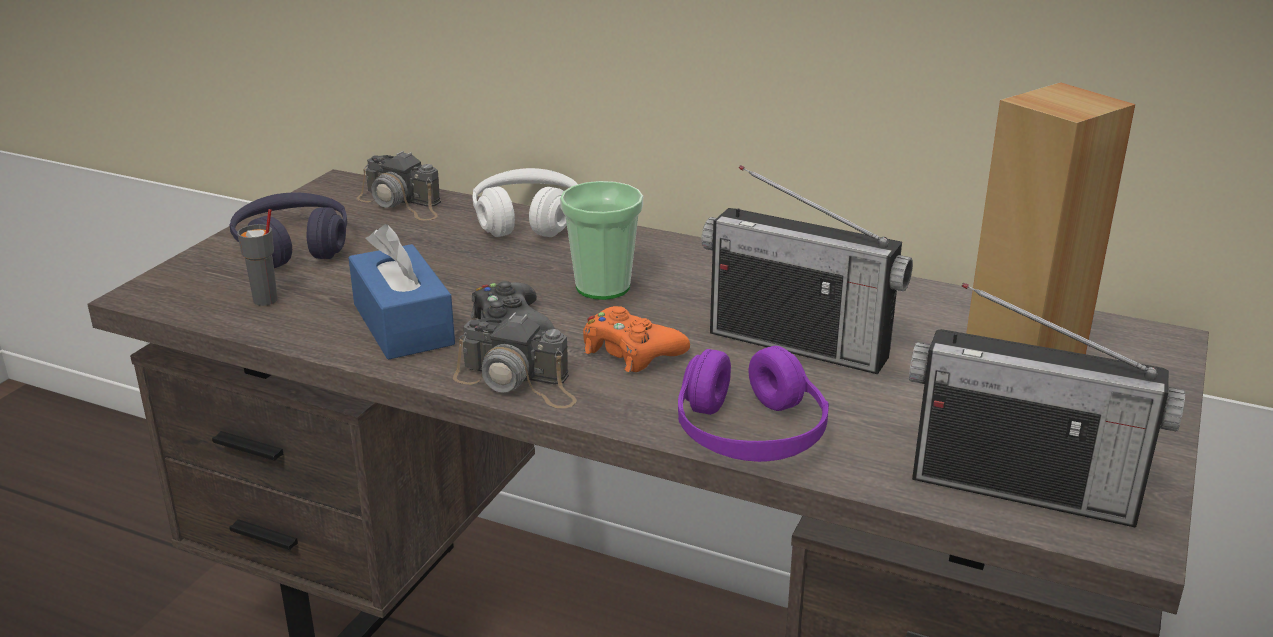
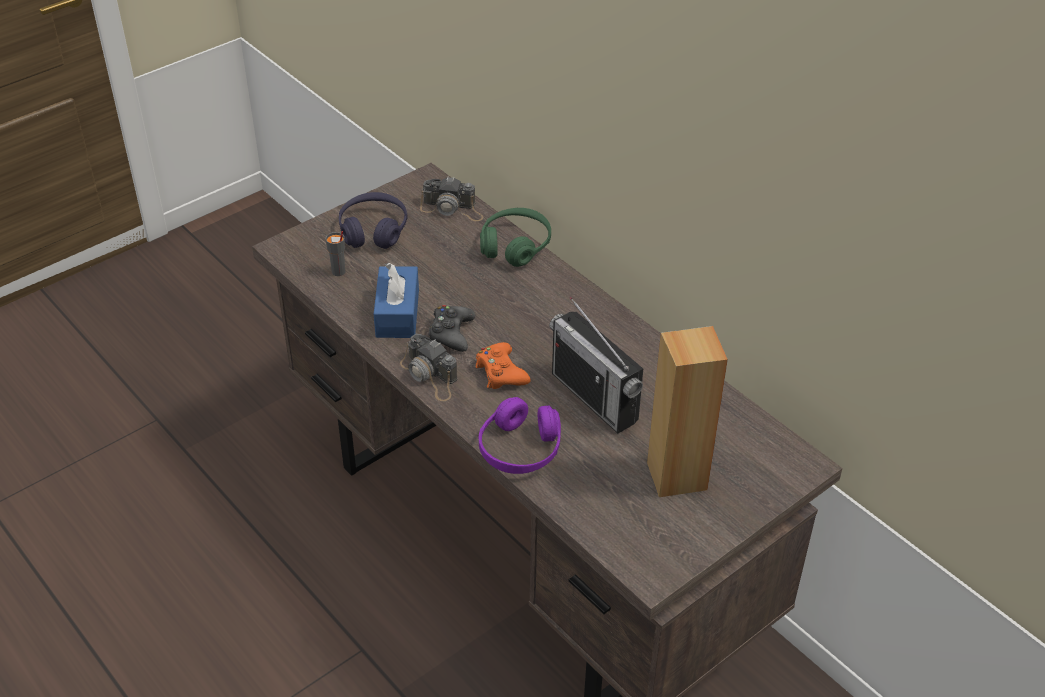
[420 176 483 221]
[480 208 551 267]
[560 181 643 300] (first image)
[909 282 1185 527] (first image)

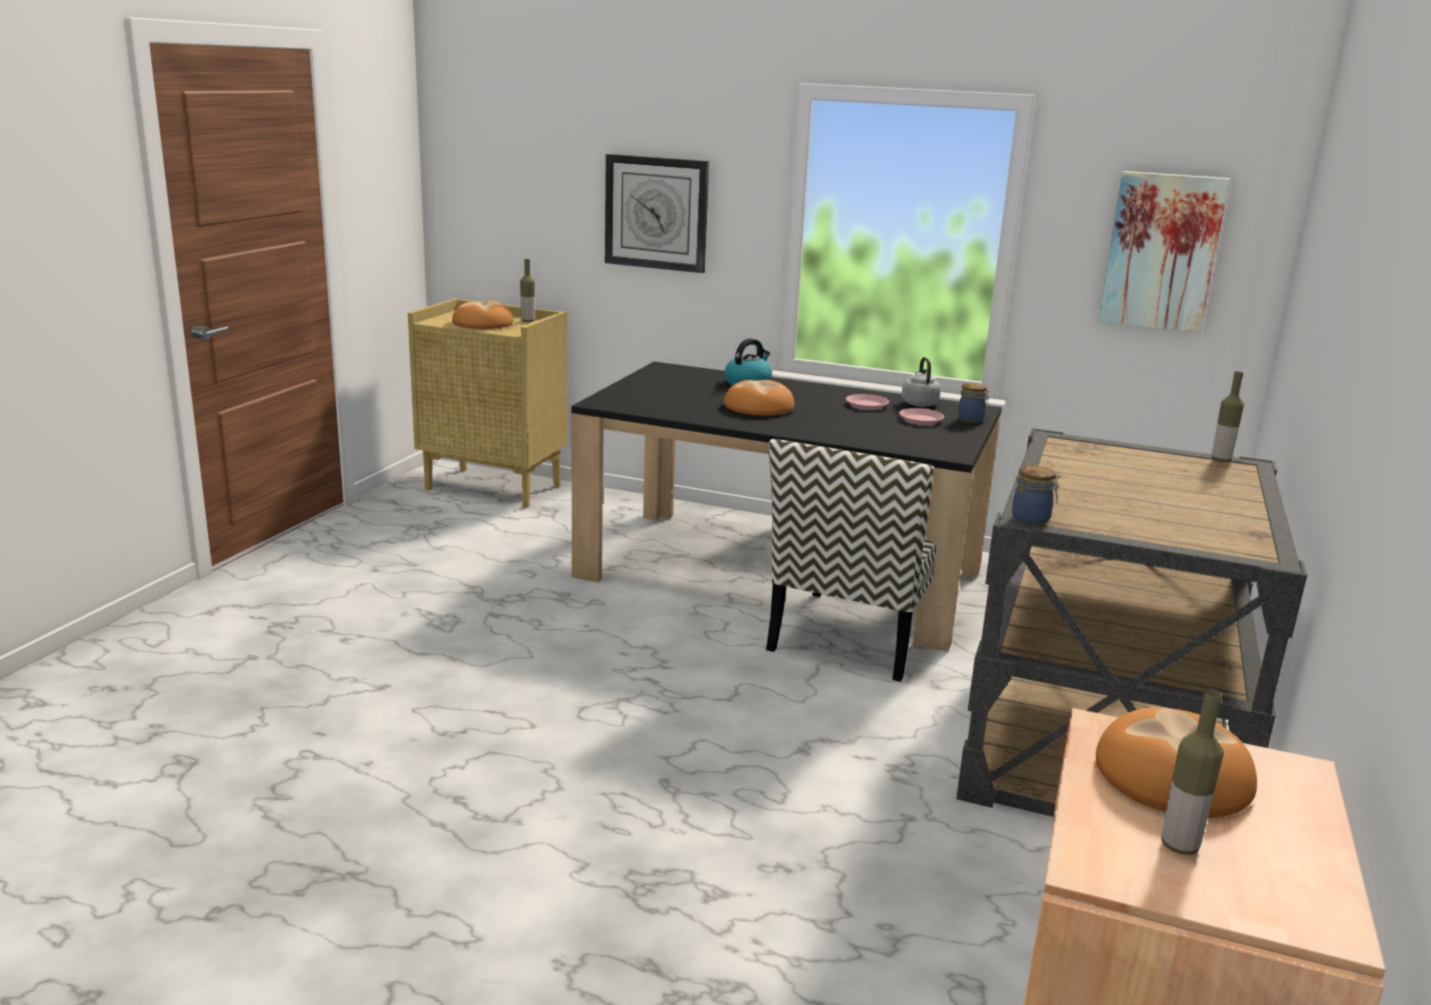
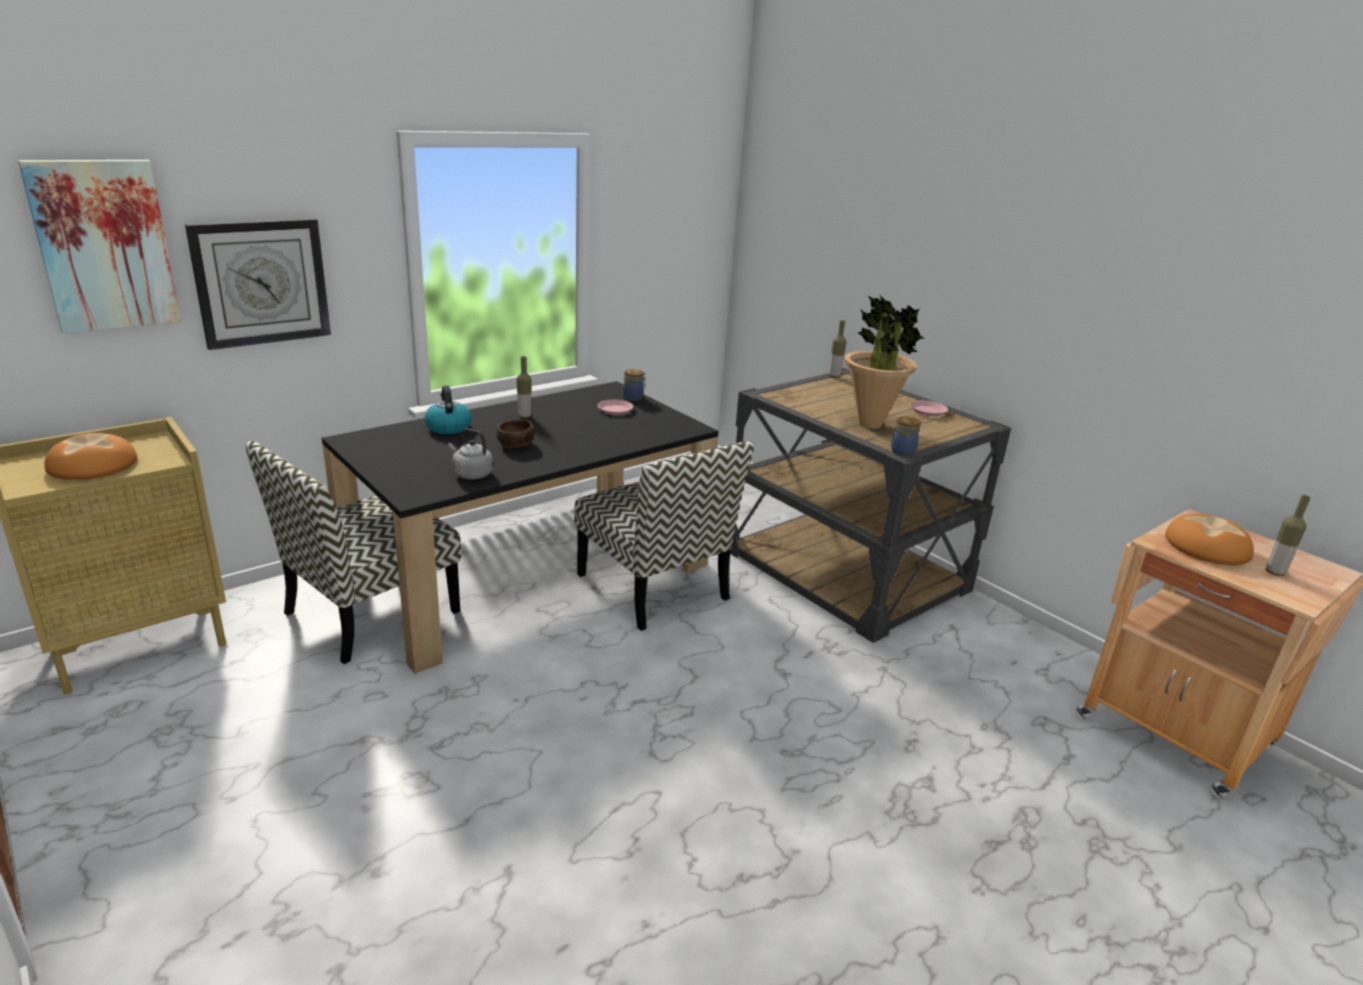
[18 160 181 334]
[246 441 461 664]
[448 429 493 479]
[497 420 534 449]
[517 356 532 418]
[845 294 925 429]
[910 400 948 416]

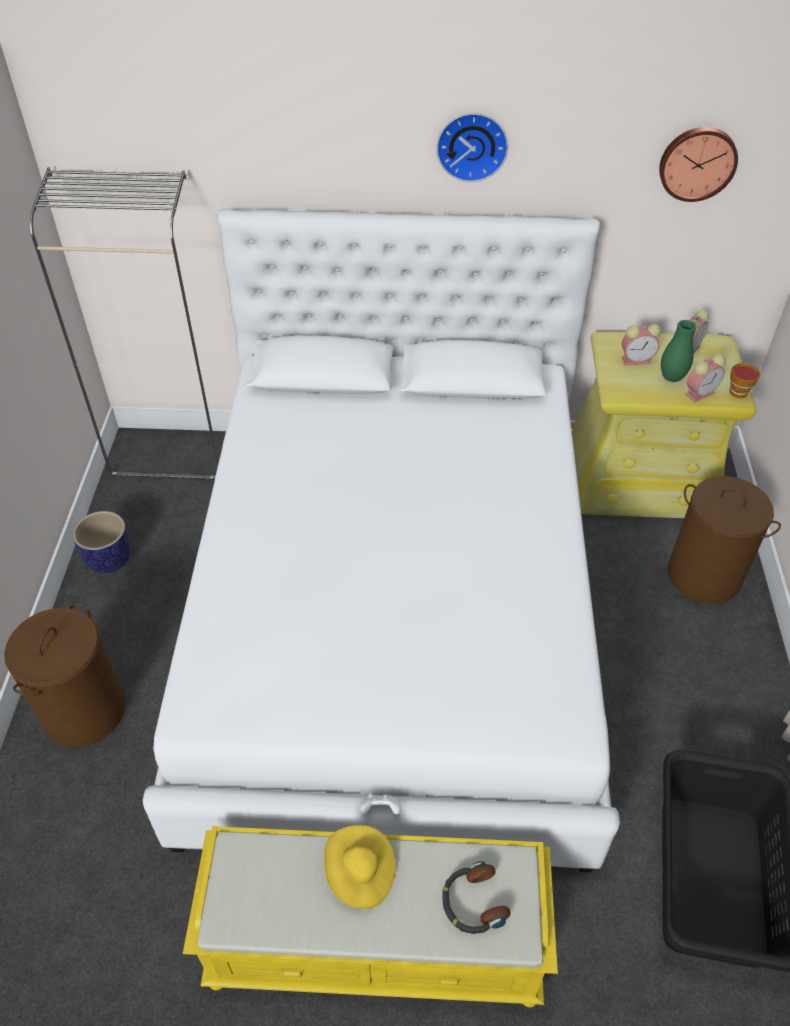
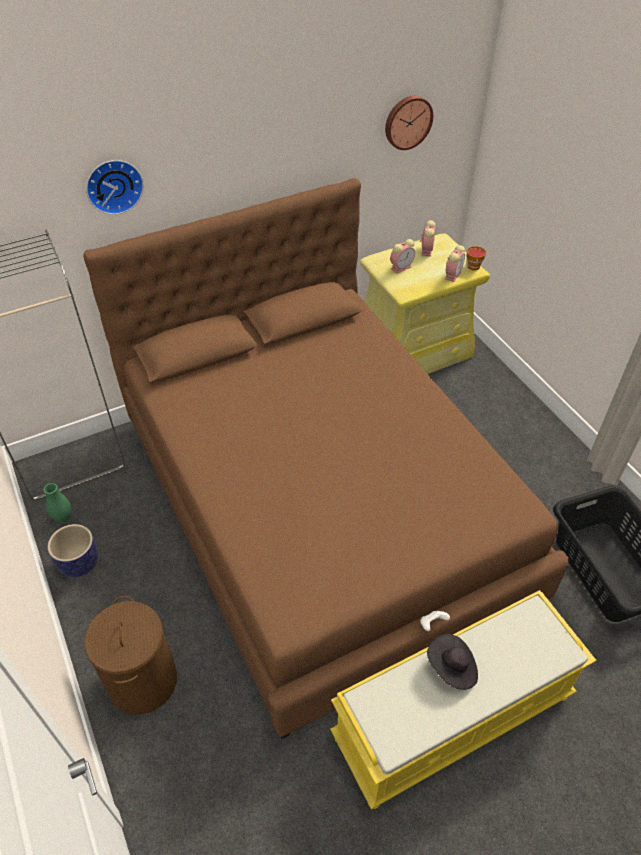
[43 483 72 523]
[83 178 570 739]
[86 160 144 215]
[427 634 478 690]
[442 861 510 934] (first image)
[668 476 781 604] (first image)

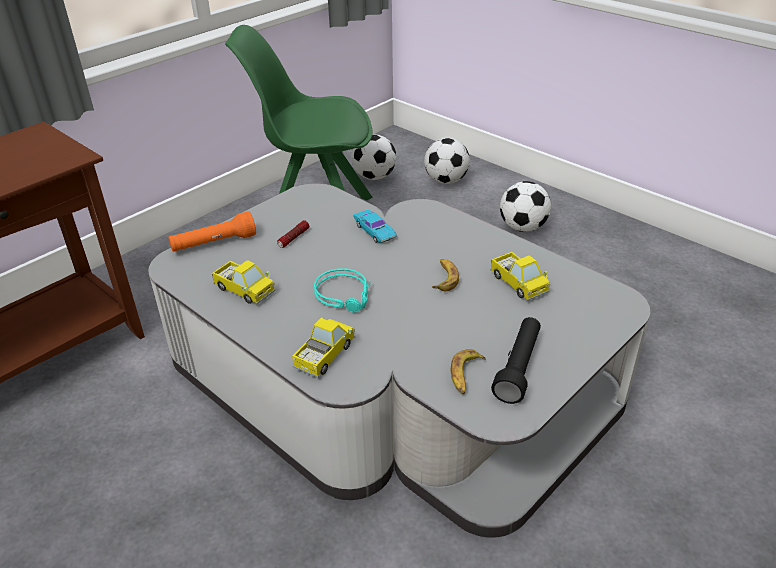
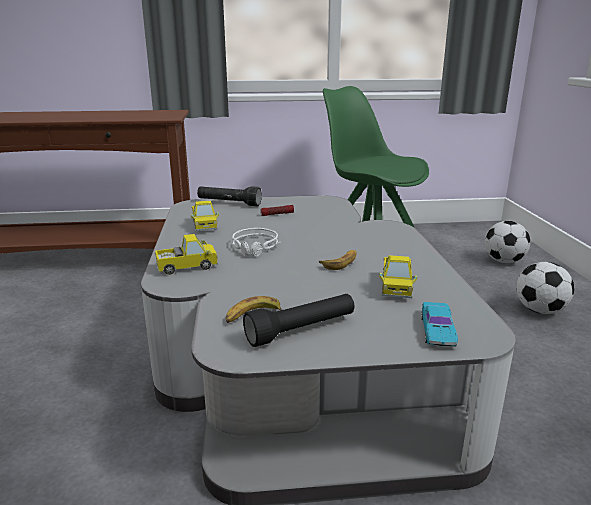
[197 186 262 206]
[232 228 280 256]
[421 302 458 347]
[352 134 396 180] (first image)

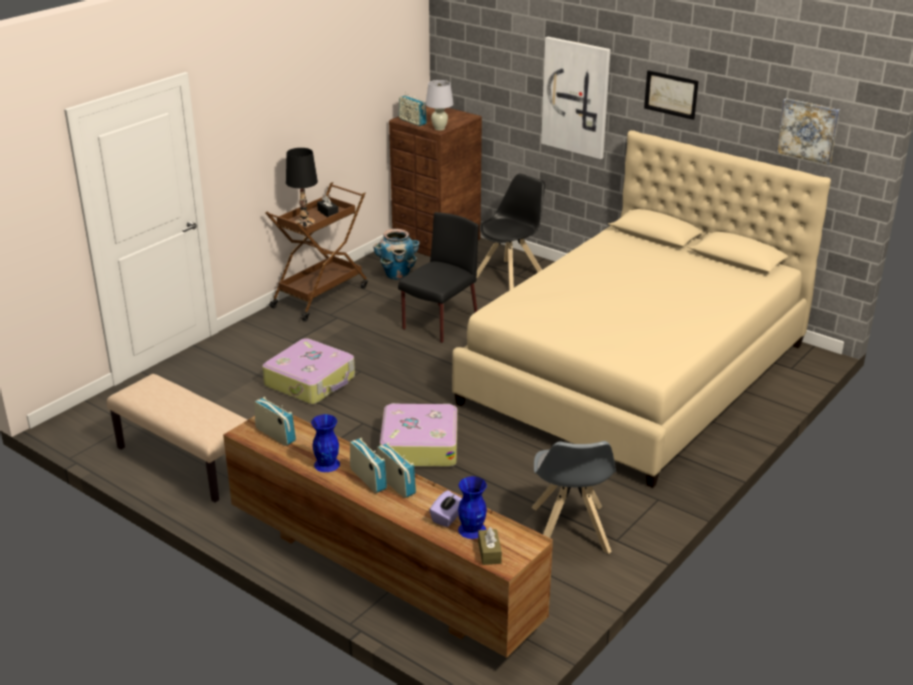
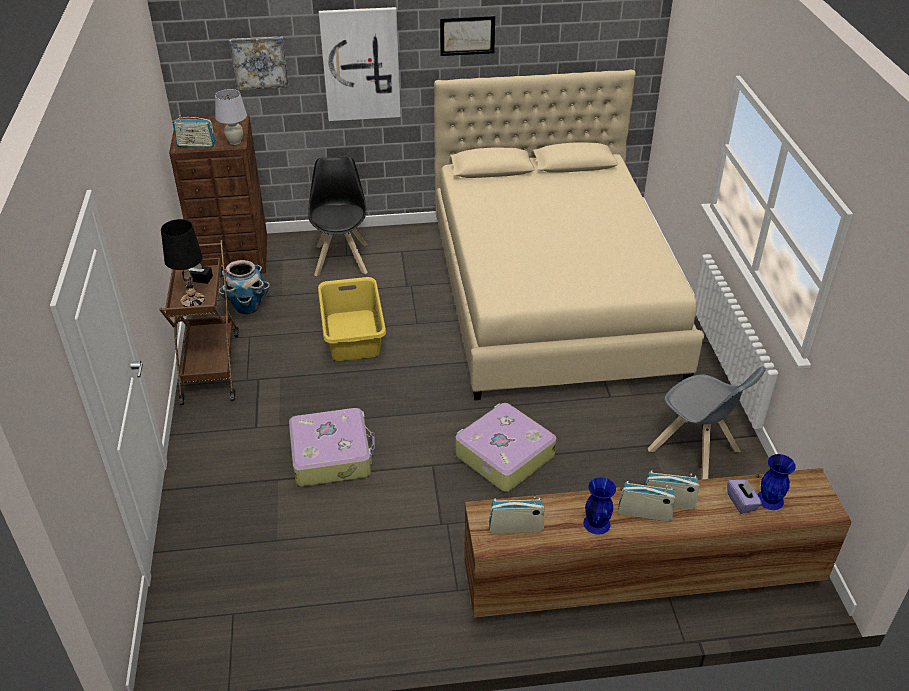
[229 36 288 90]
[318 277 386 361]
[107 374 247 503] (first image)
[478 527 502 565] (first image)

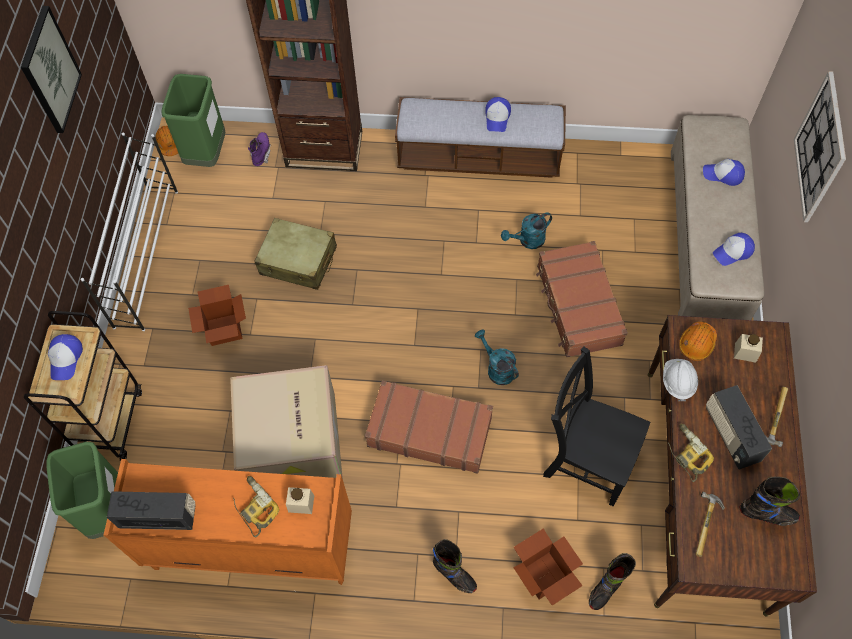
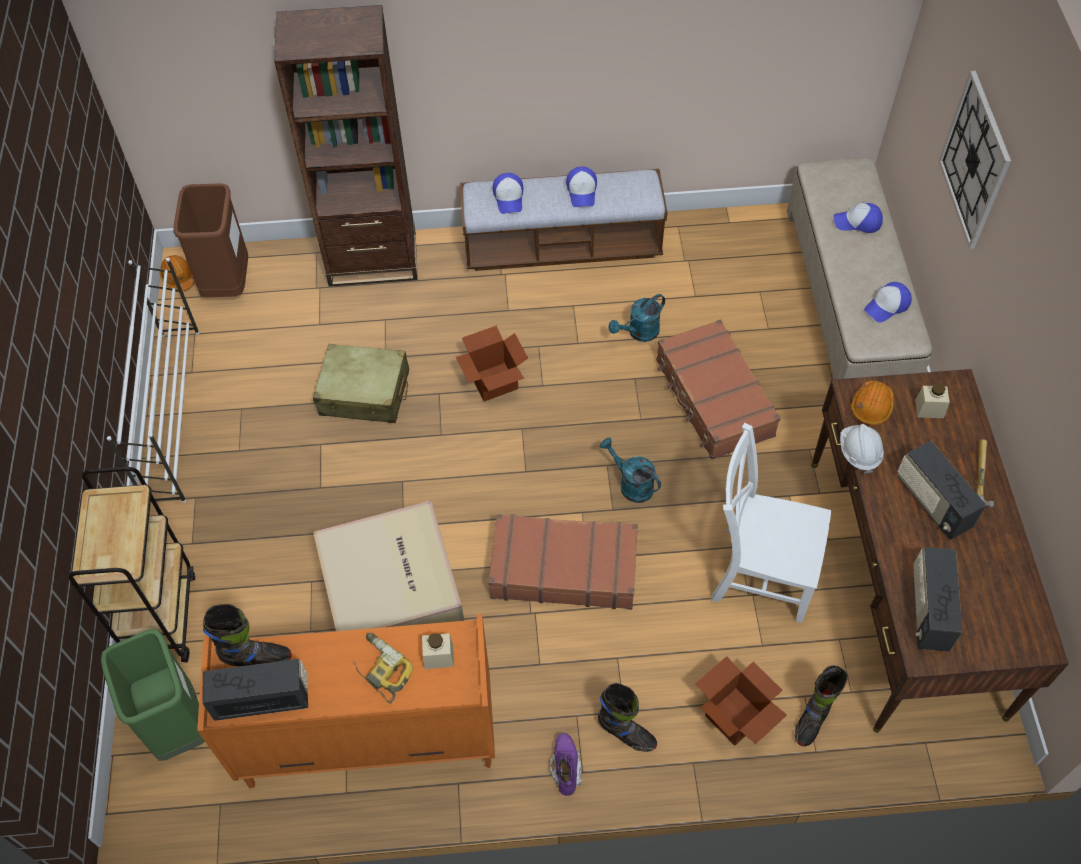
[174 183 248 297]
[203 604 292 666]
[456 326 528 402]
[493 173 523 214]
[550 733 582 796]
[711 423 831 623]
[913 547 962 652]
[21 6 82 133] (first image)
[668 423 714 482] (first image)

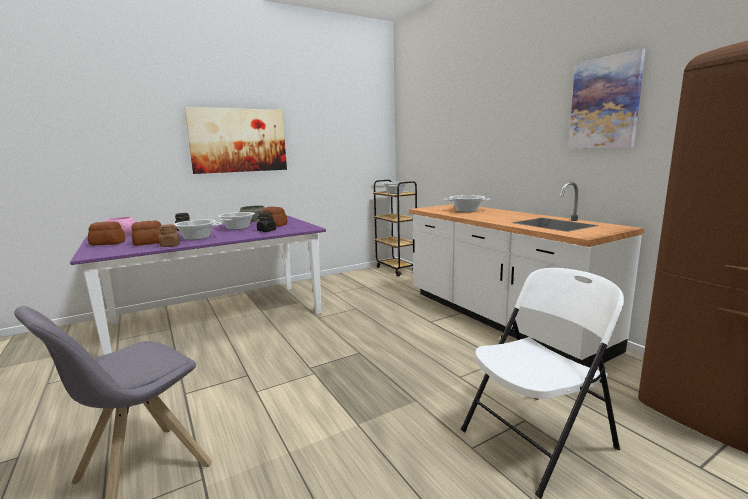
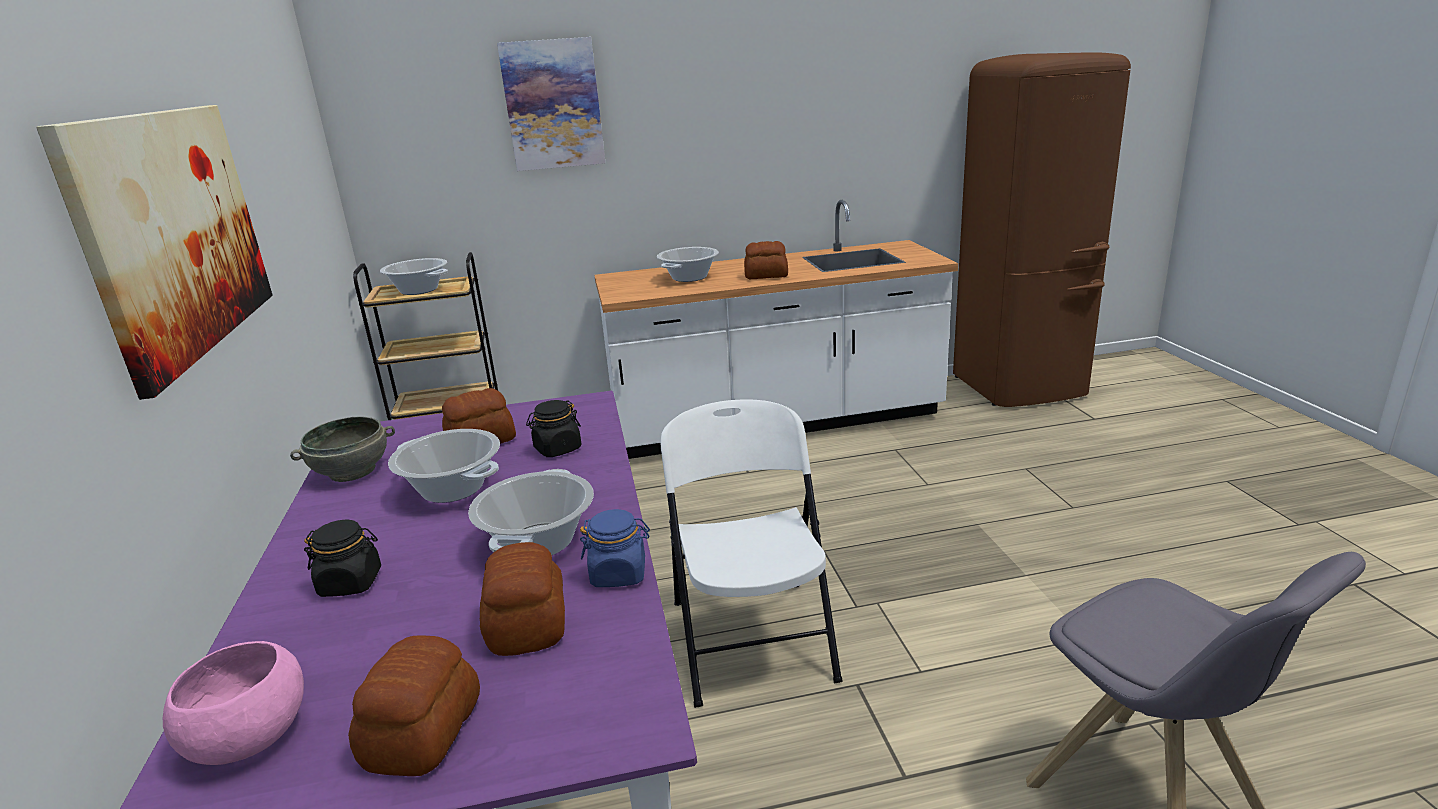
[497 37 606 171]
[580 509 650 587]
[661 399 843 708]
[744 241 788 279]

